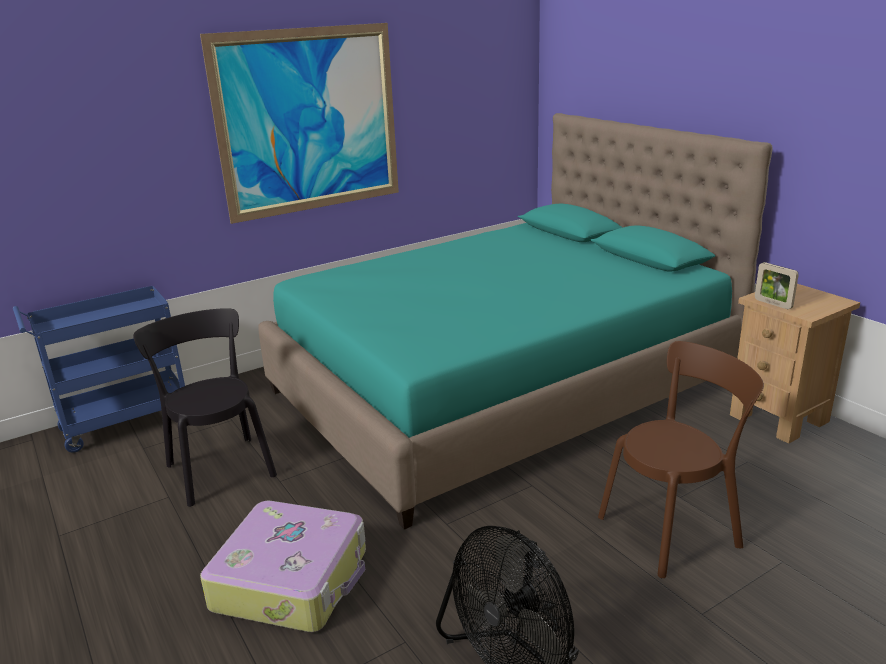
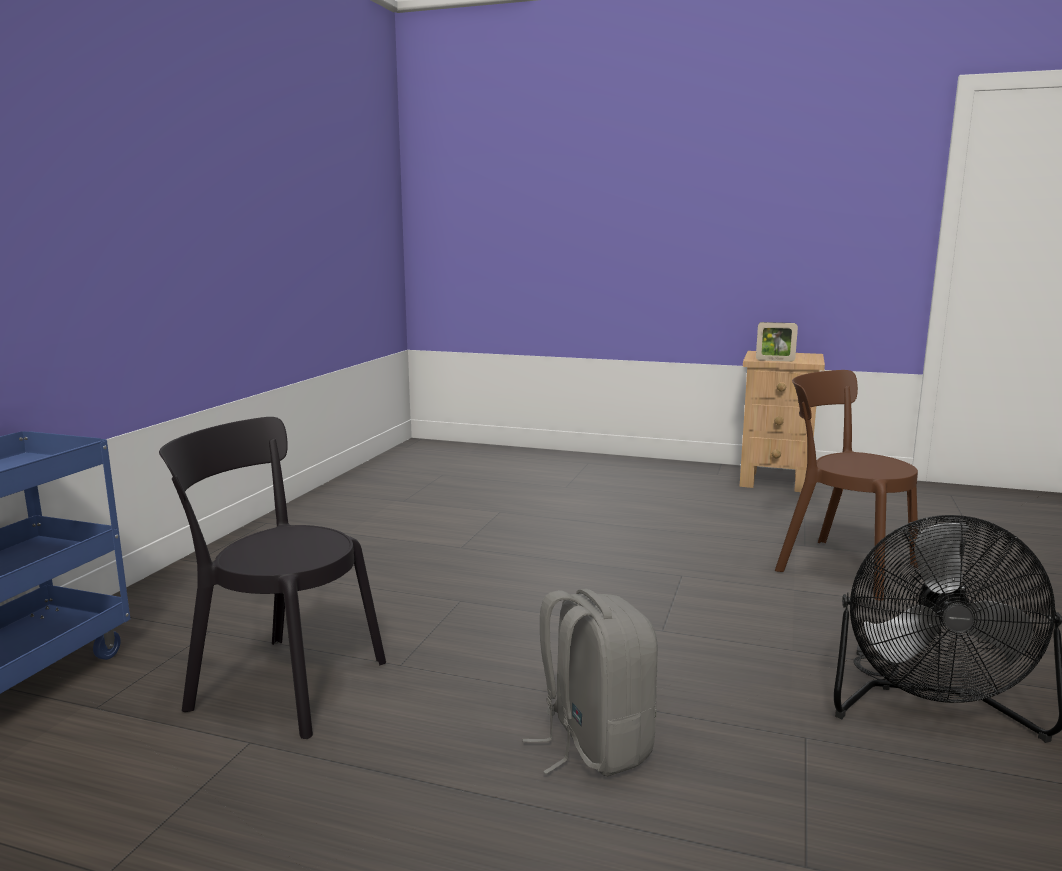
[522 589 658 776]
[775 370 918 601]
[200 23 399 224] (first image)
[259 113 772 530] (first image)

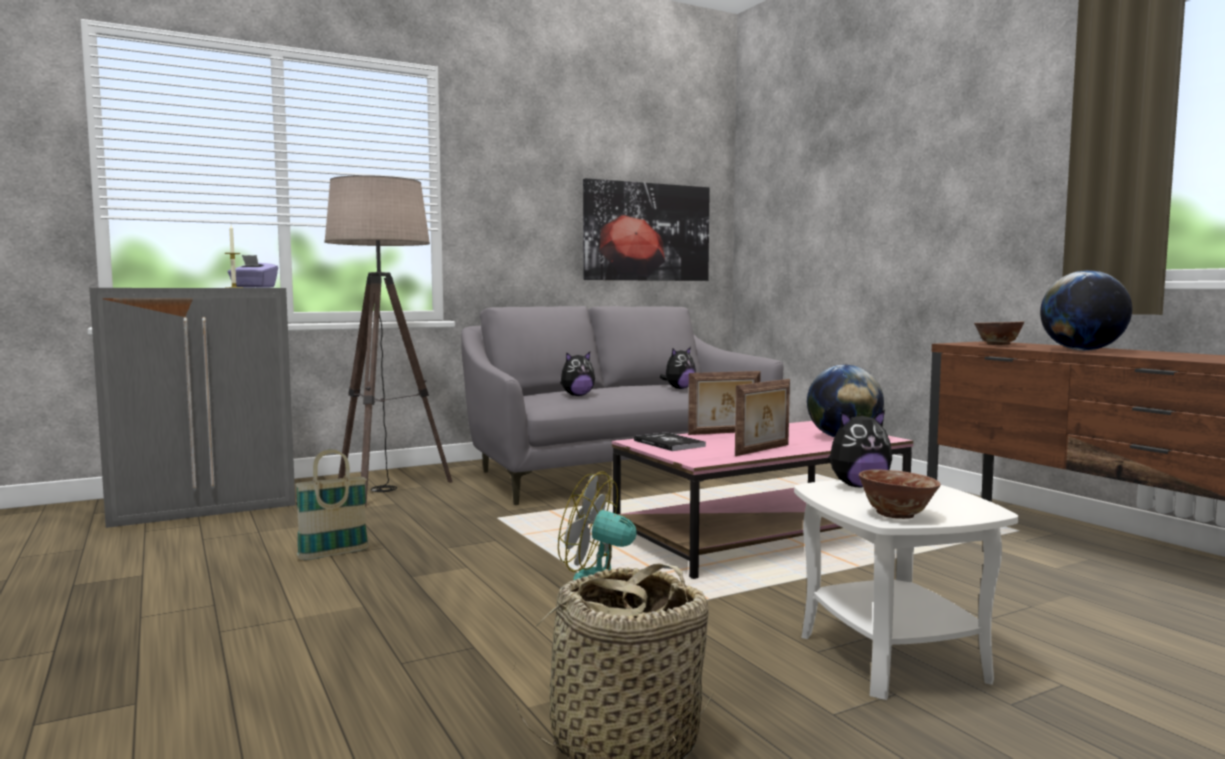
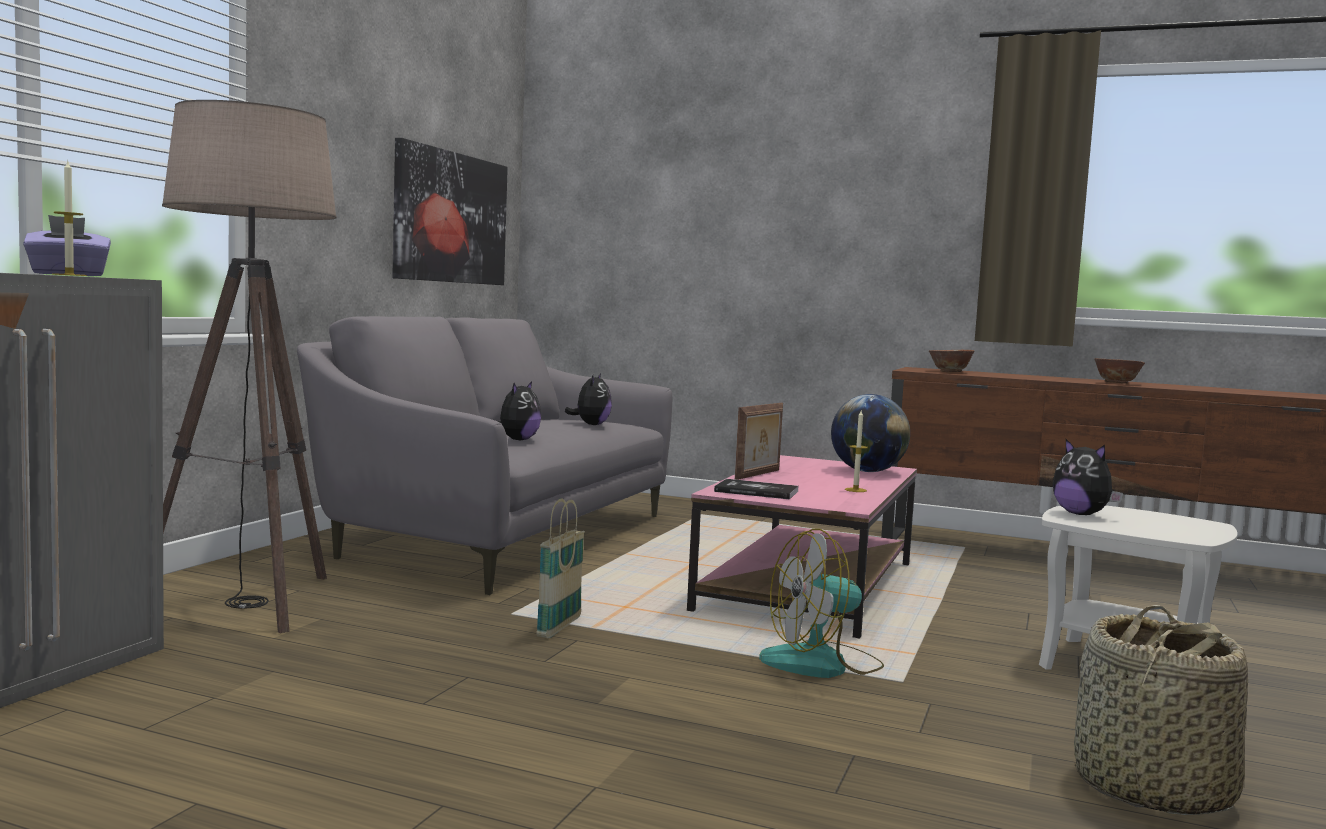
[536 499 585 638]
[845 411 868 492]
[1052 439 1123 515]
[1094 358 1145 384]
[1040 270 1132 351] (first image)

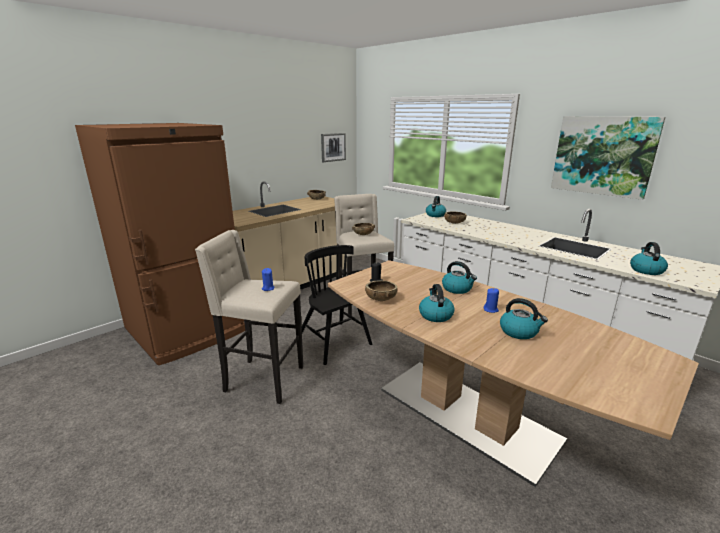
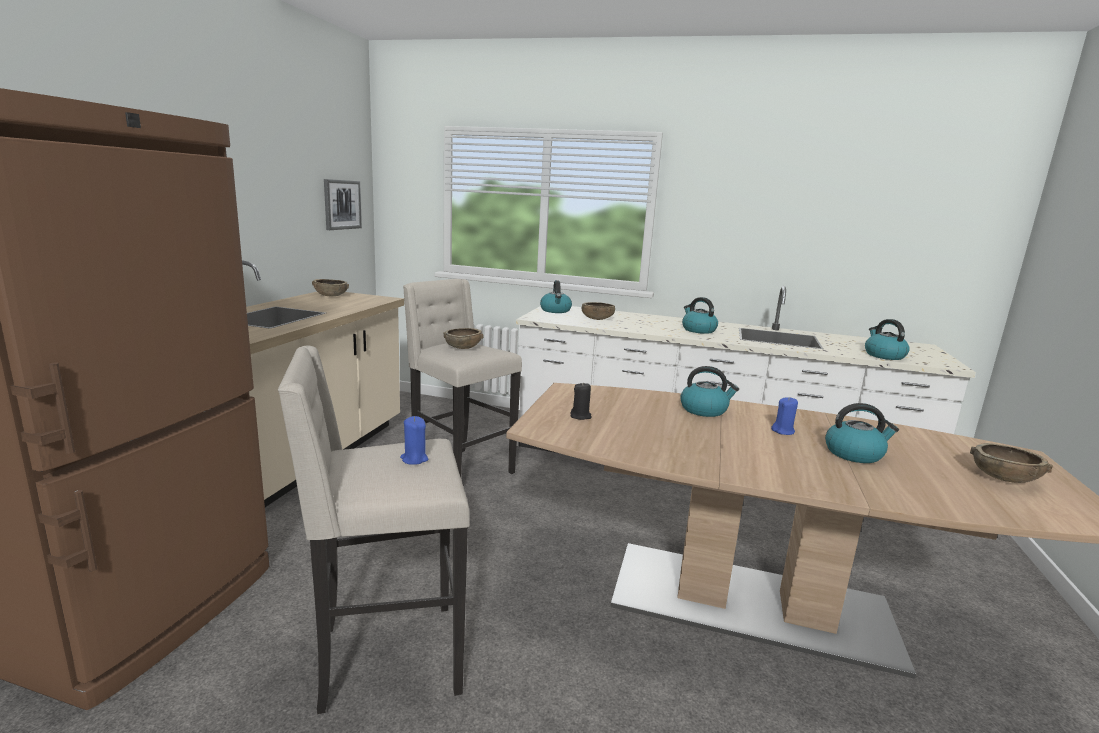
[682 297 718 334]
[970 443 1053 483]
[302 245 372 365] (first image)
[551 116 665 200] (first image)

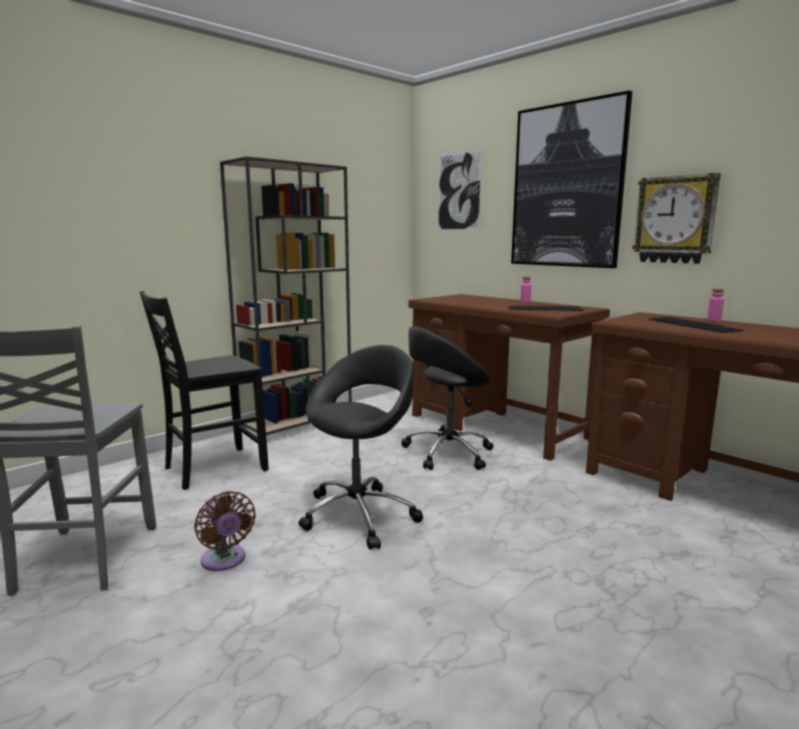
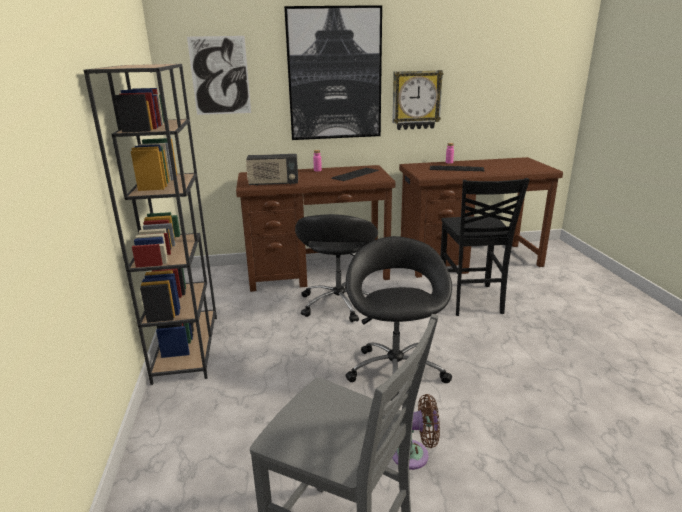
[246 154 298 185]
[440 178 530 316]

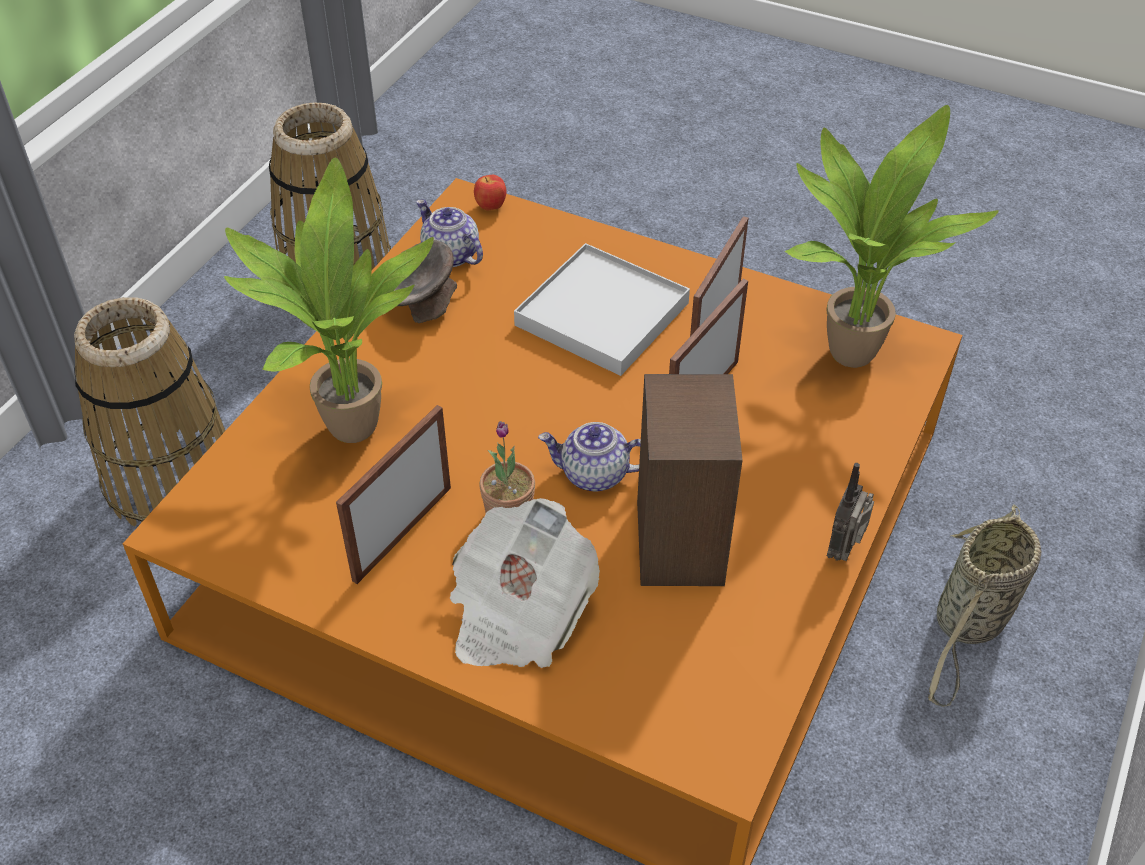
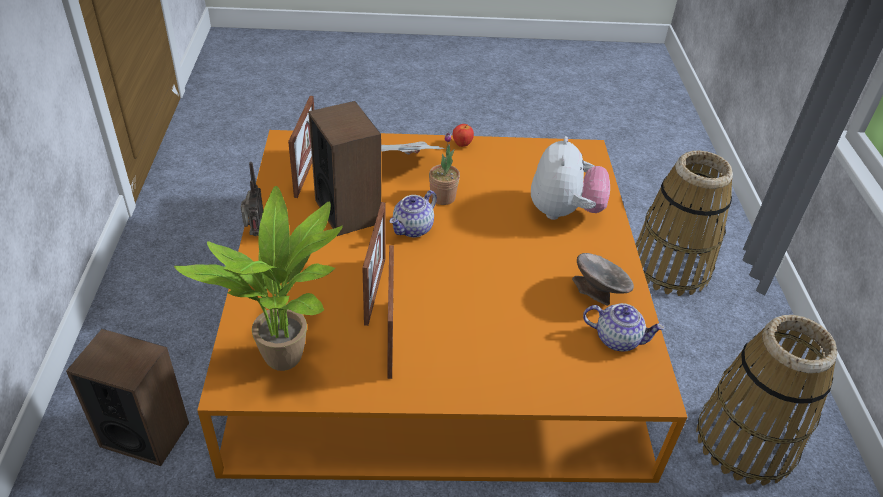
[66 329 189 466]
[288 96 314 198]
[389 190 437 237]
[453 124 474 147]
[531 136 610 220]
[514 243 690 376] (first image)
[928 504 1041 707] (first image)

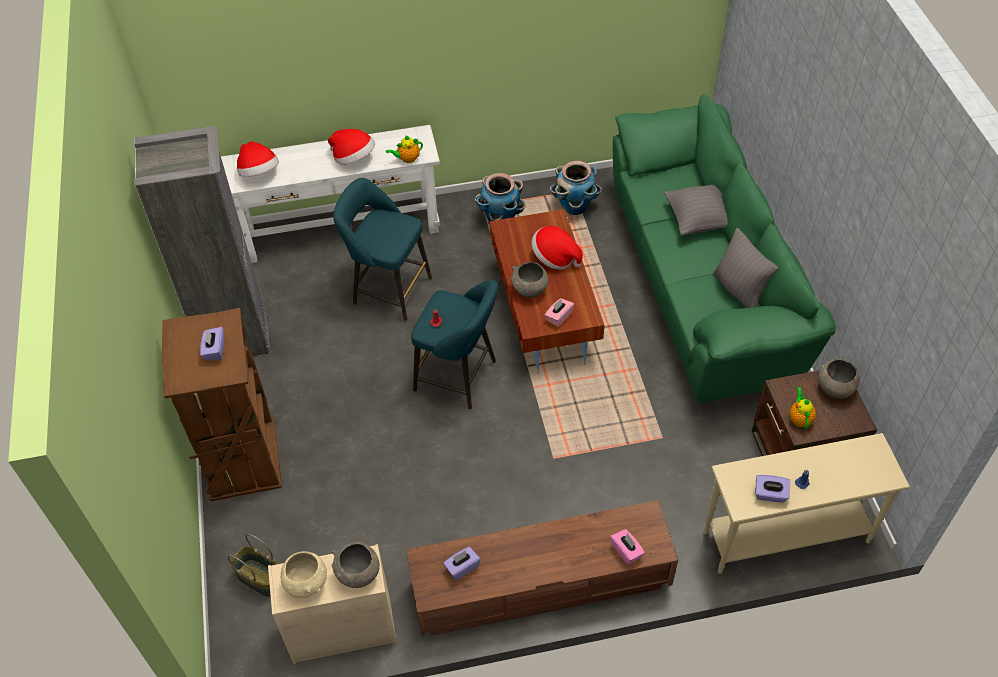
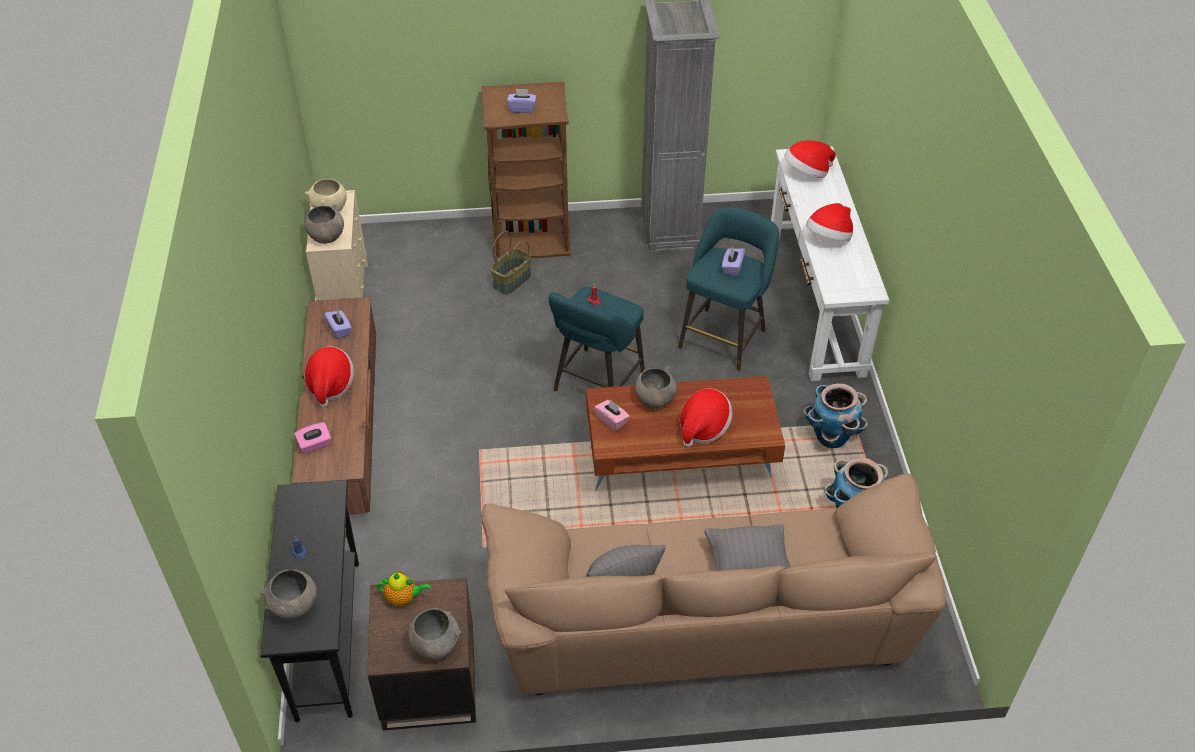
[259 569 317 619]
[260 480 359 722]
[304 346 354 408]
[481 473 946 695]
[491 231 531 294]
[722 247 745 276]
[386 136 423 163] (first image)

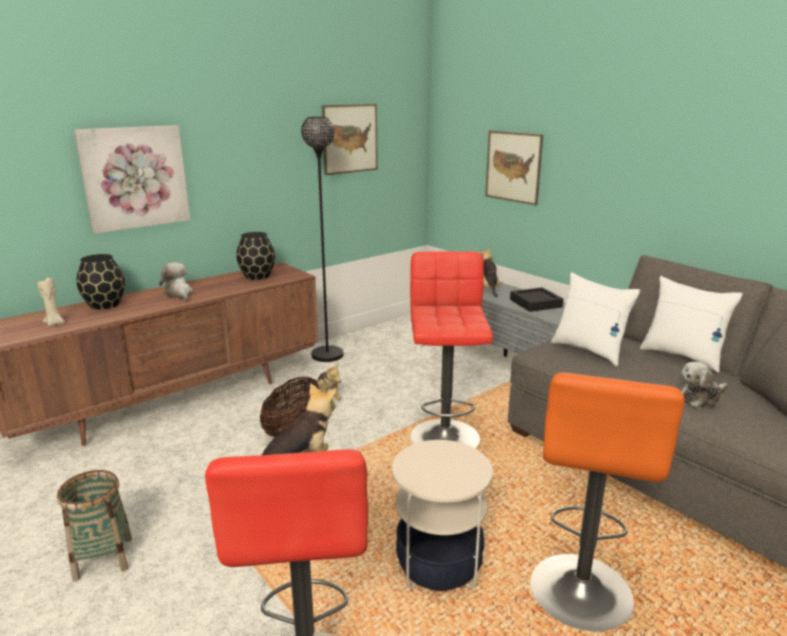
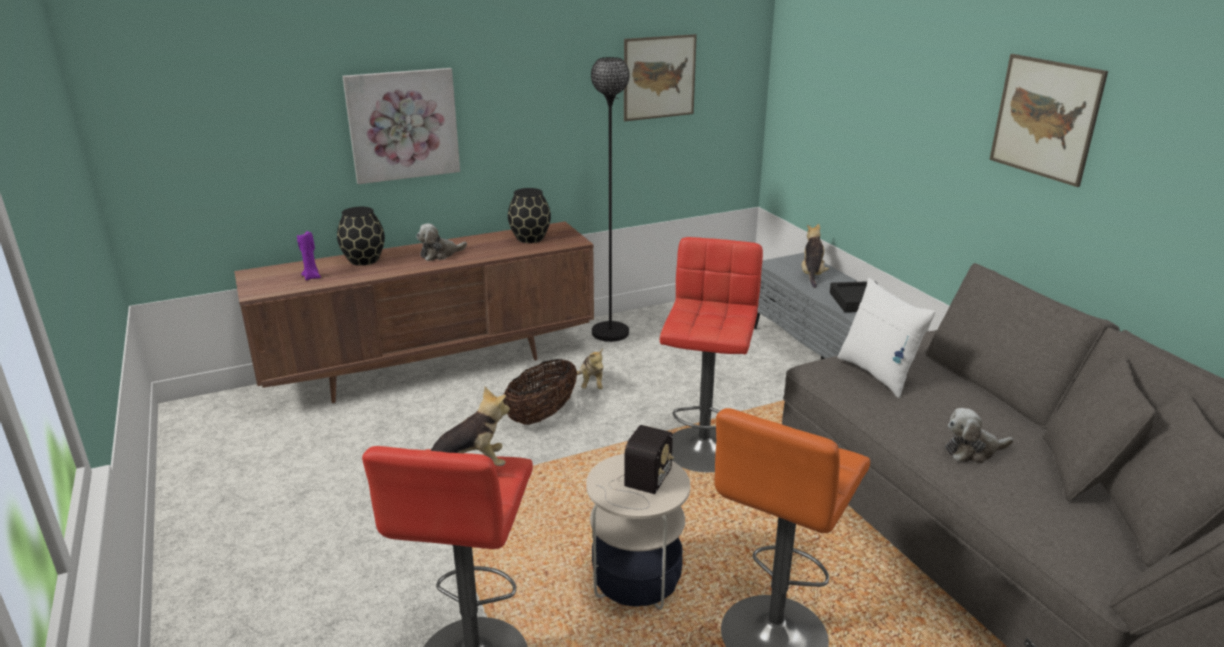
[297 231 321 280]
[416 224 467 261]
[597 425 674 509]
[989 54 1108 187]
[57 470 132 581] (first image)
[640 276 743 373] (first image)

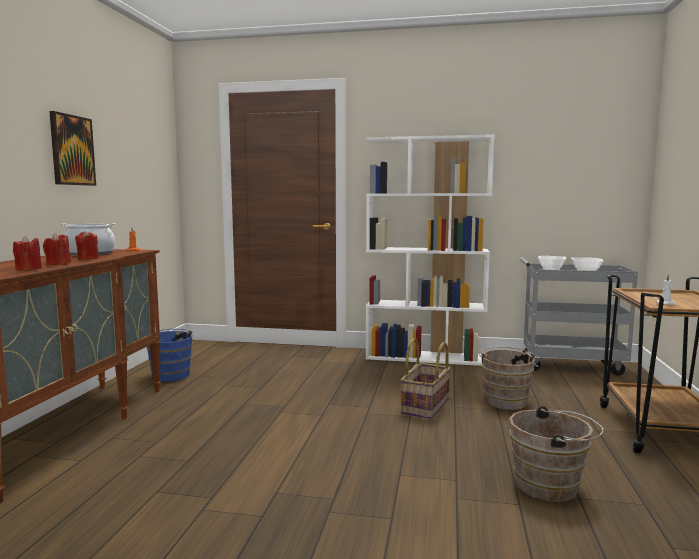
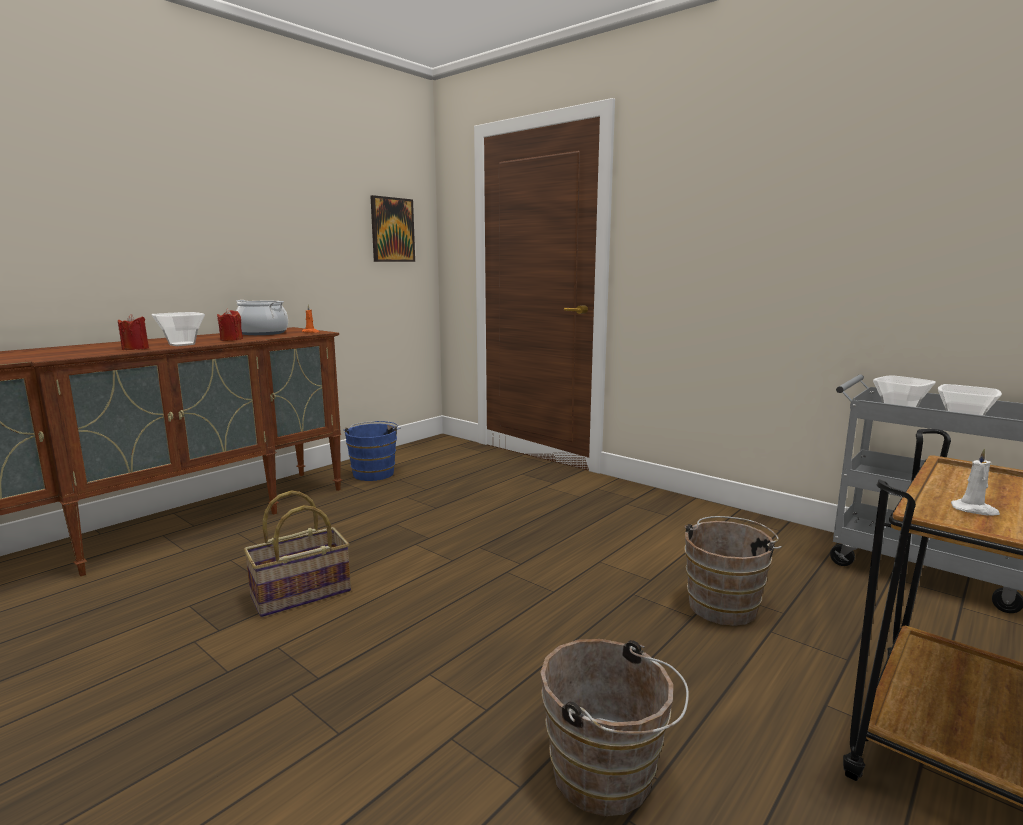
[151 312 205 346]
[244 490 351 617]
[370 195 415 262]
[366 135 494 366] (first image)

